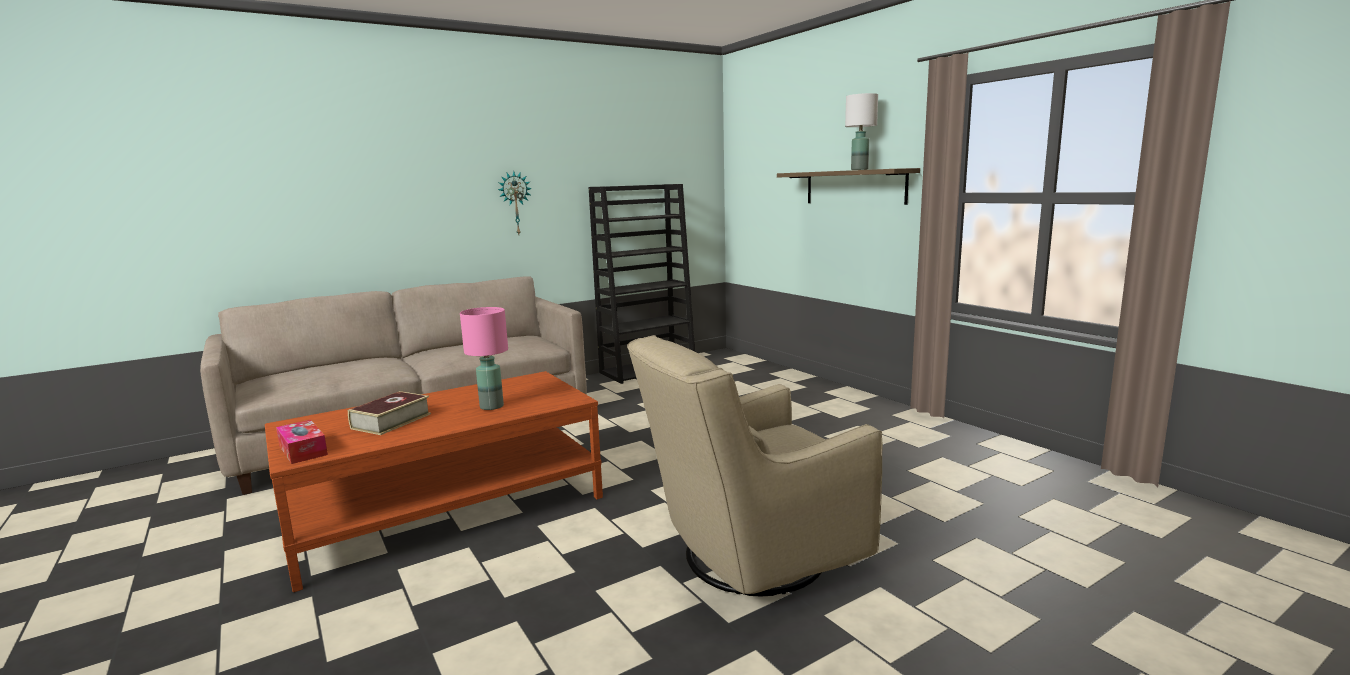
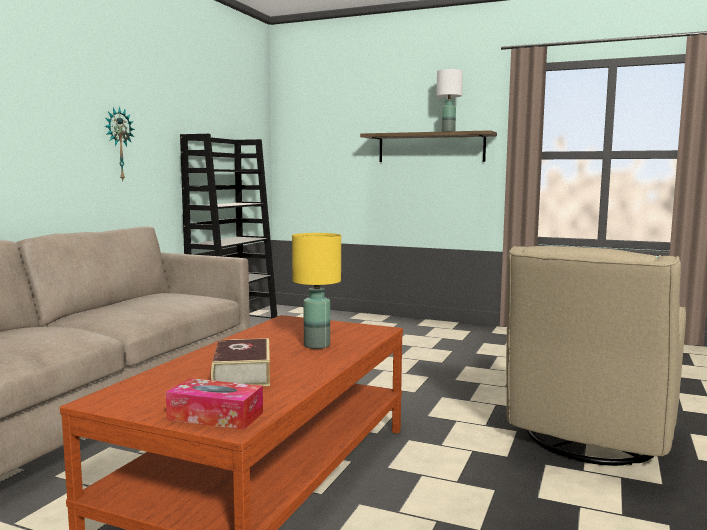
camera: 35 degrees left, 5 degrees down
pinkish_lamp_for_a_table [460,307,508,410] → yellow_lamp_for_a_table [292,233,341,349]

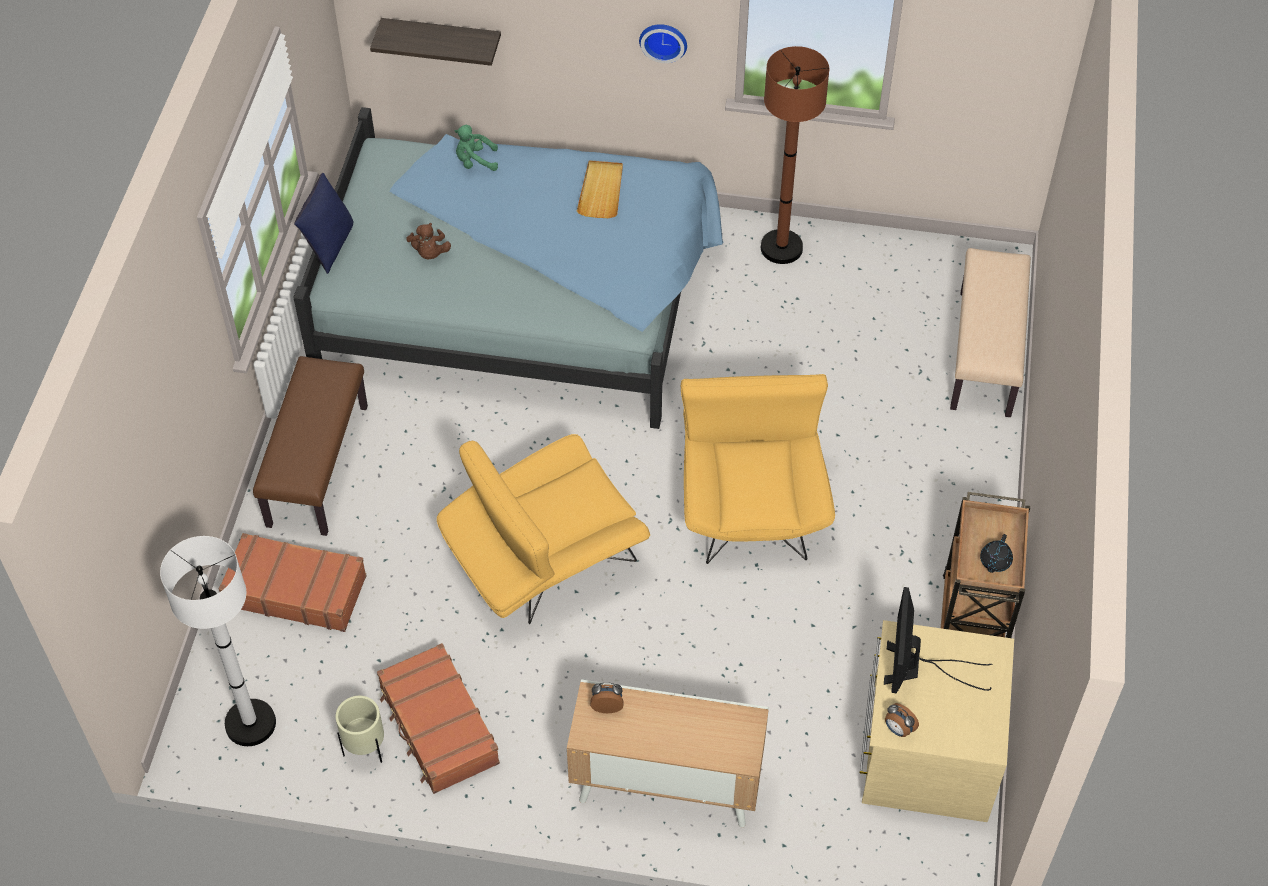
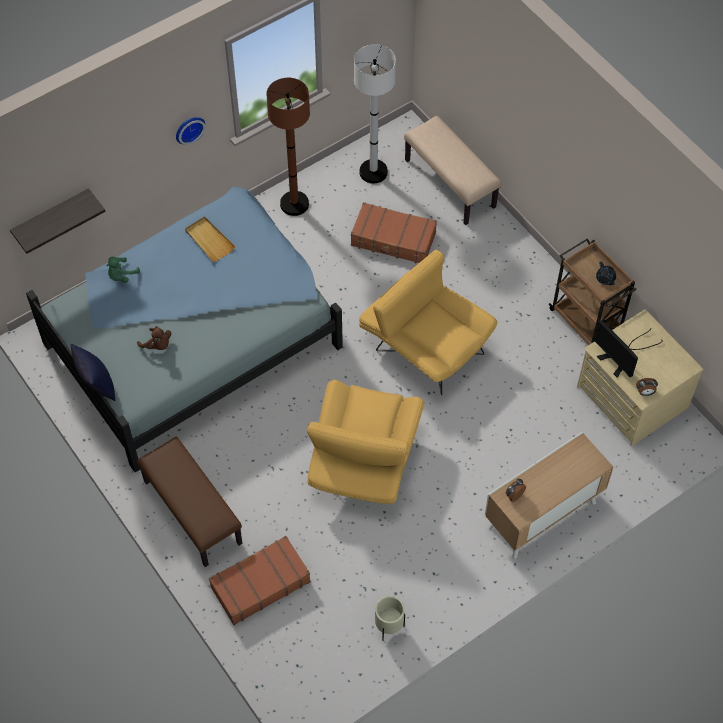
camera: 45 degrees left, 5 degrees up
white-coloured_standard_lamp [160,536,276,746] → white-coloured_standard_lamp [354,44,396,183], move
brown_travel_case [377,643,500,794] → brown_travel_case [351,202,437,264], move

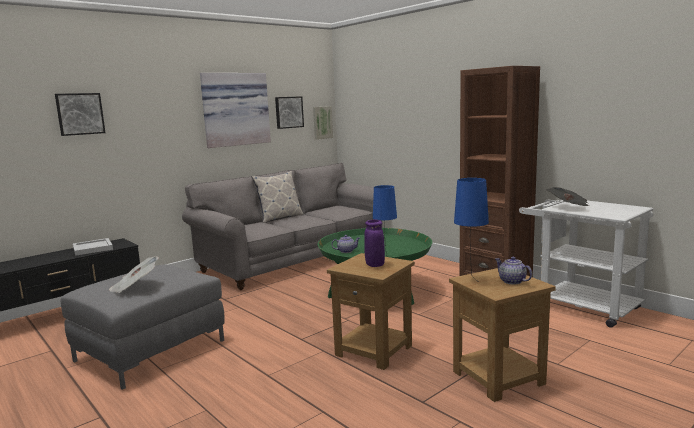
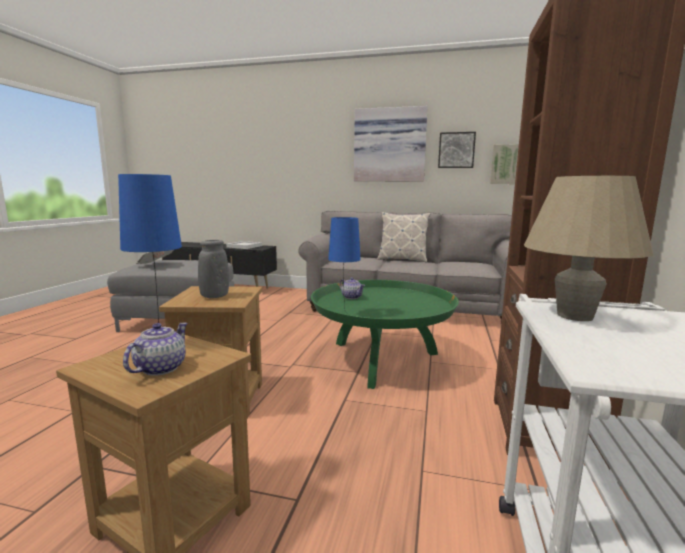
camera: 55 degrees right, 0 degrees up
wall_picture [55,93,106,136] → -
daily_paper [546,187,589,206] → beige_lamp_for_a_table [524,176,653,321]
purple_vase [364,220,385,267] → greyish_vase [198,240,229,298]

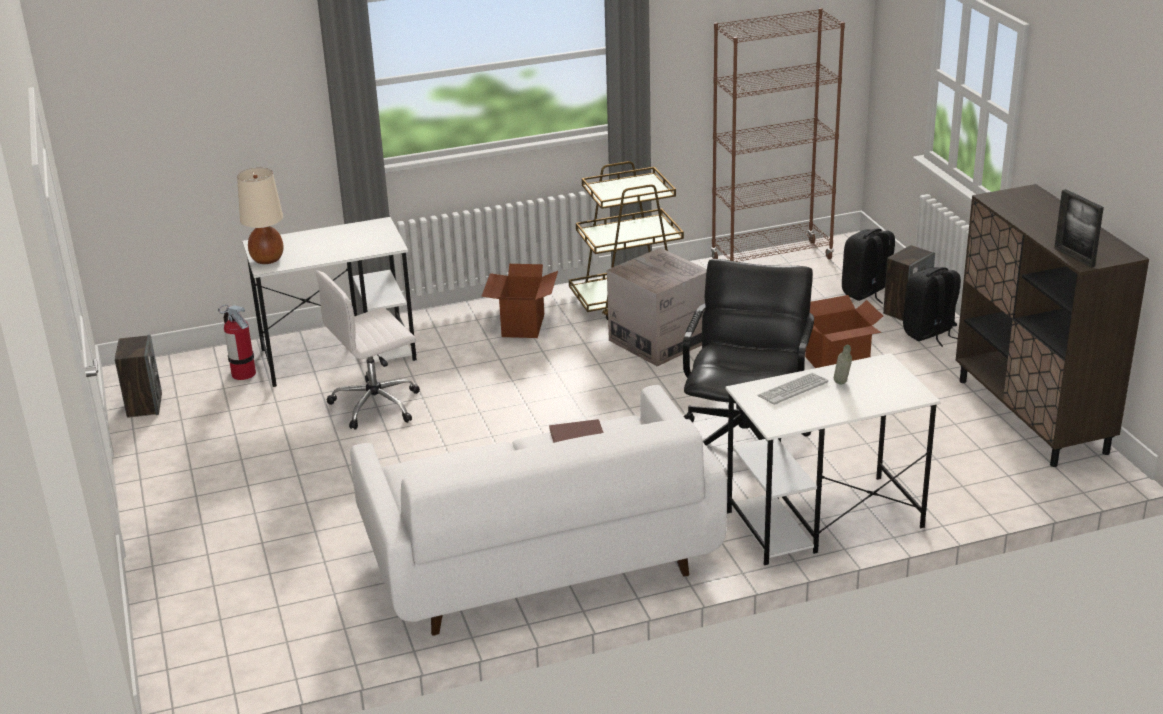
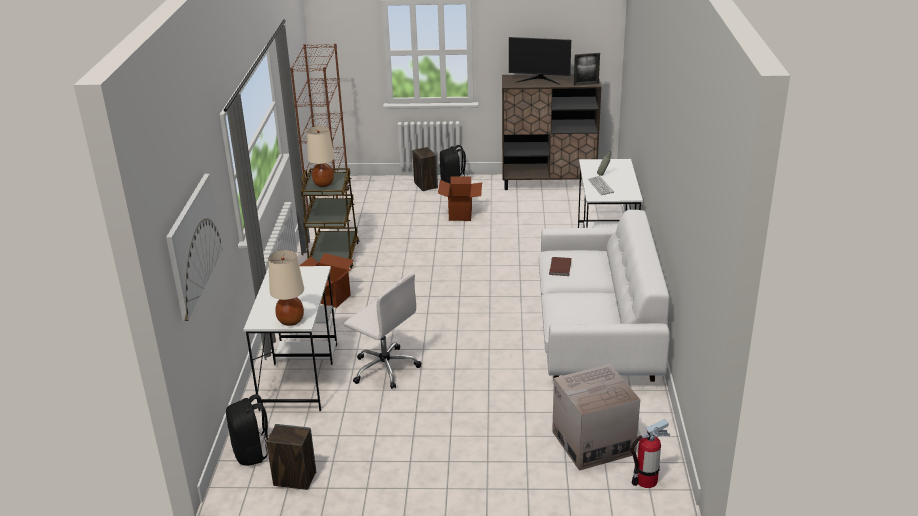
camera: 70 degrees left, 0 degrees up
blackish_knapsack [842,228,895,304] → blackish_knapsack [226,394,268,466], move
packing_box [607,248,707,366] → packing_box [552,364,640,471], move
blackish_desk_chair [683,259,814,446] → -
white-coloured_desk_chair [315,271,420,430] → white-coloured_desk_chair [344,274,421,389], 45 degrees counterclockwise
extinguisher [218,304,256,380] → extinguisher [630,419,670,488], move
- → computer_display [509,37,571,85]
- → beige_lamp_for_a_table [307,126,335,187]
- → wall_picture [166,174,222,321]

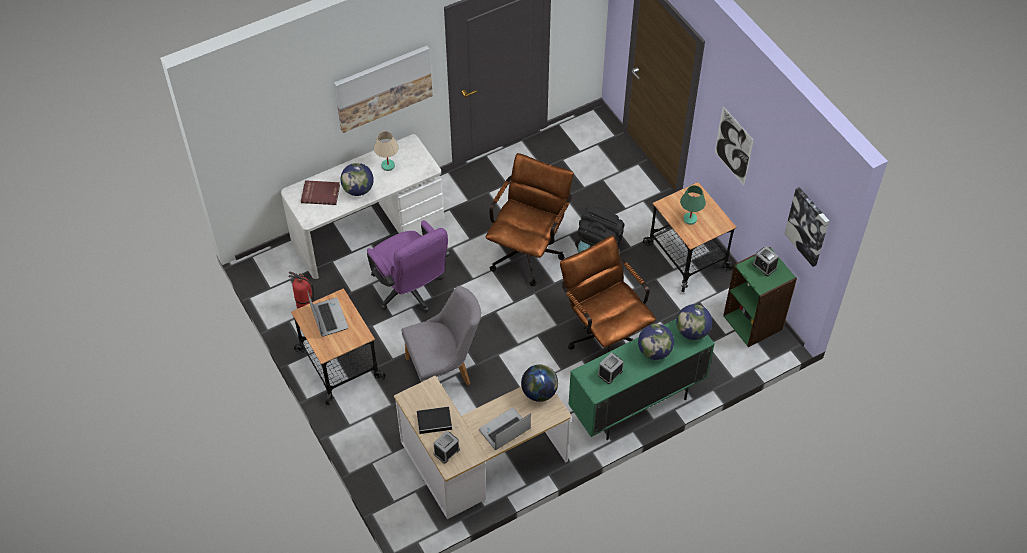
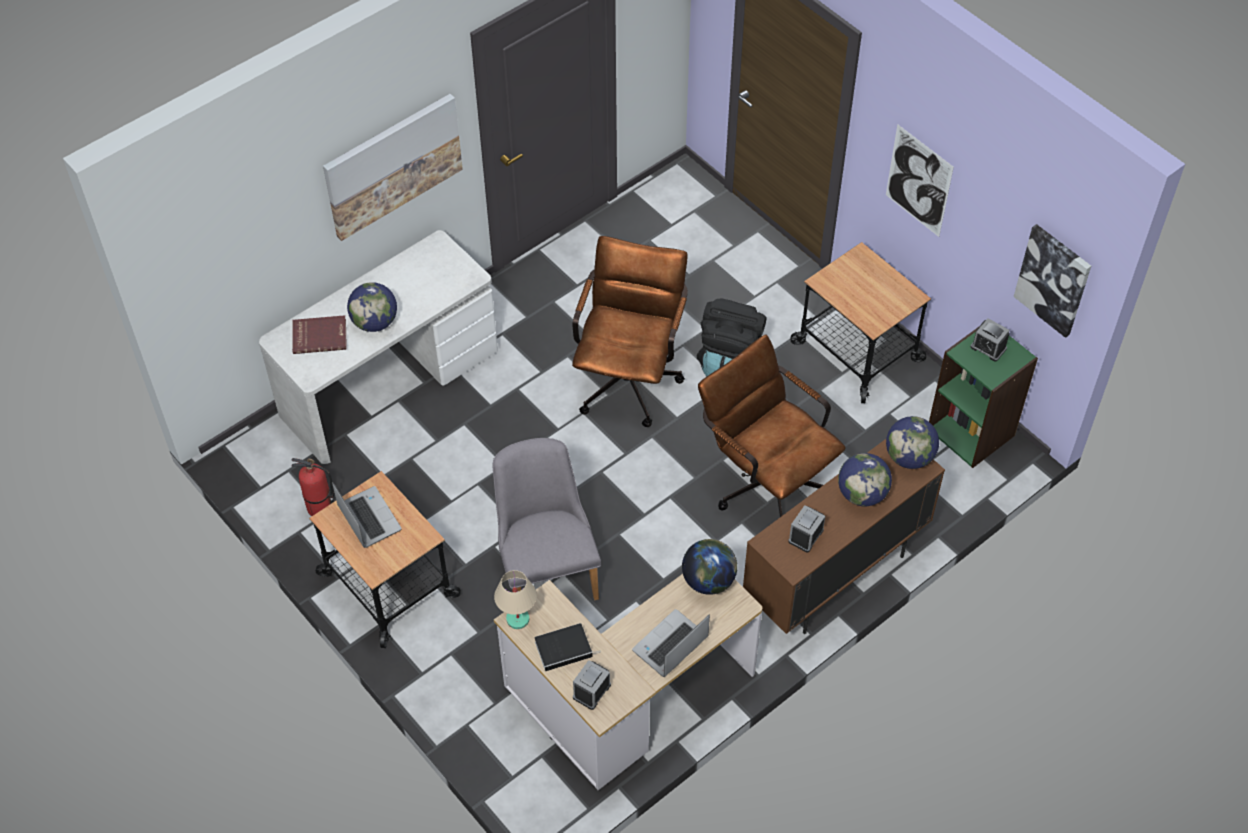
camera: 10 degrees left, 0 degrees up
beige_lamp_for_a_table [374,131,399,171] → beige_lamp_for_a_table [494,570,537,629], move
greenish_lamp_for_a_table [680,185,706,225] → -
purple_desk_chair [367,220,450,313] → -
greyish_upright_chair [402,286,481,386] → greyish_upright_chair [492,438,601,601], 75 degrees counterclockwise
greenish_cupboard [568,319,715,440] → brown_cupboard [743,439,945,634]

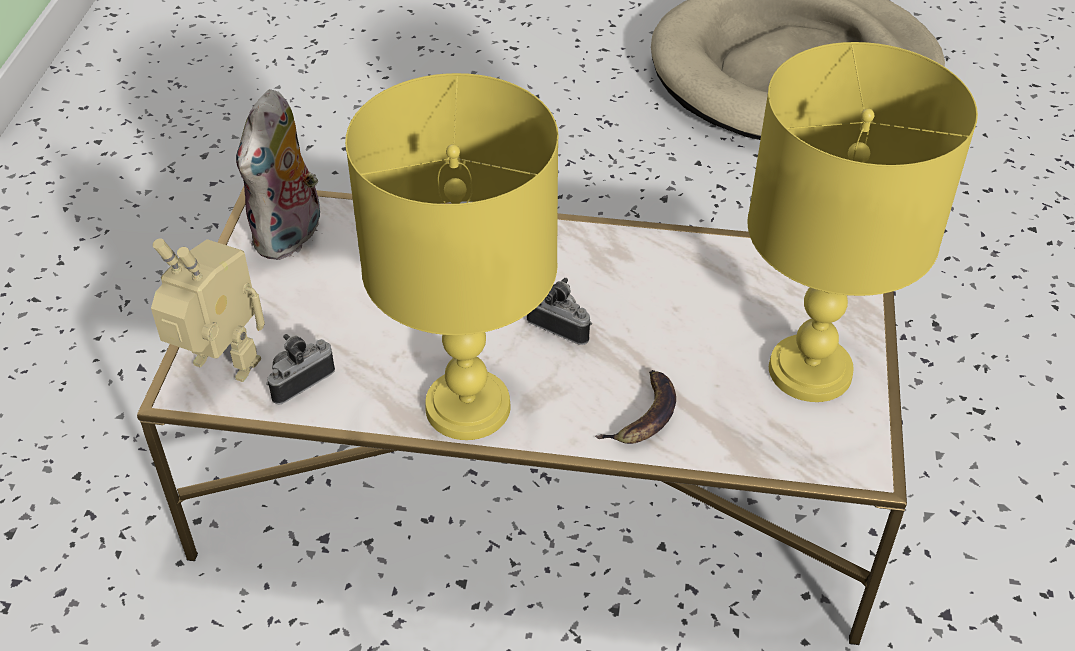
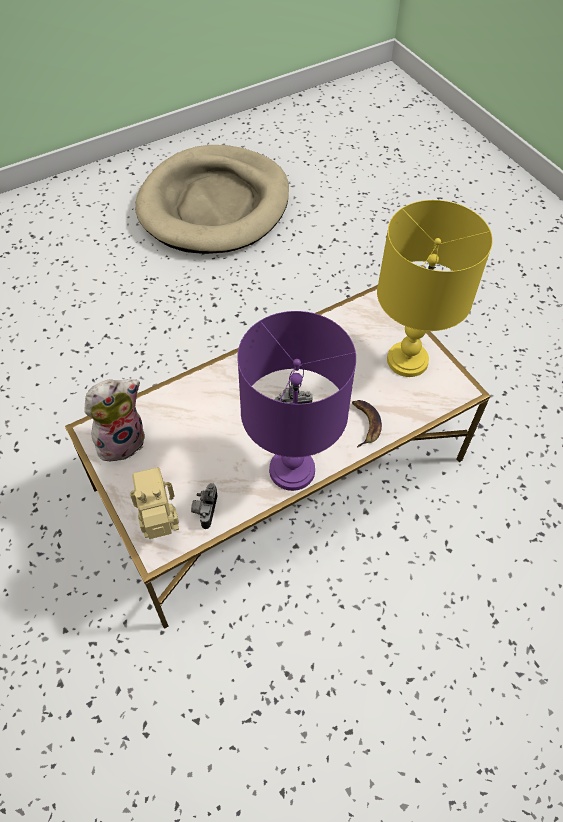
camera: 40 degrees left, 10 degrees up
yellow_lamp_for_a_table [345,73,559,440] → purple_lamp_for_a_table [237,311,356,491]
plush_toy [236,89,323,260] → plush_toy [84,379,145,461], 105 degrees counterclockwise

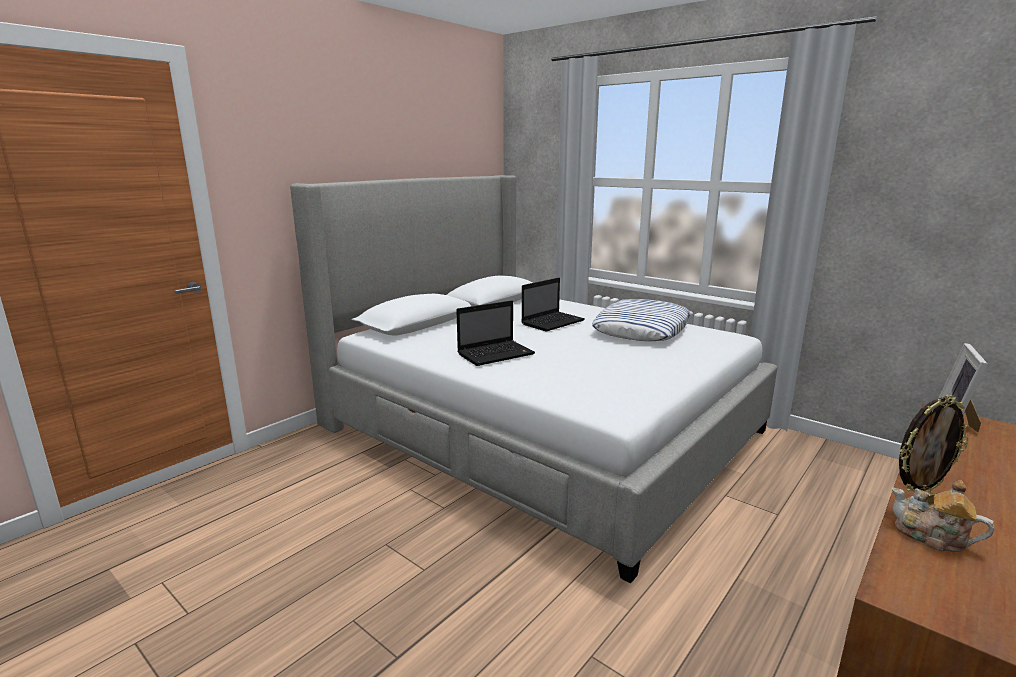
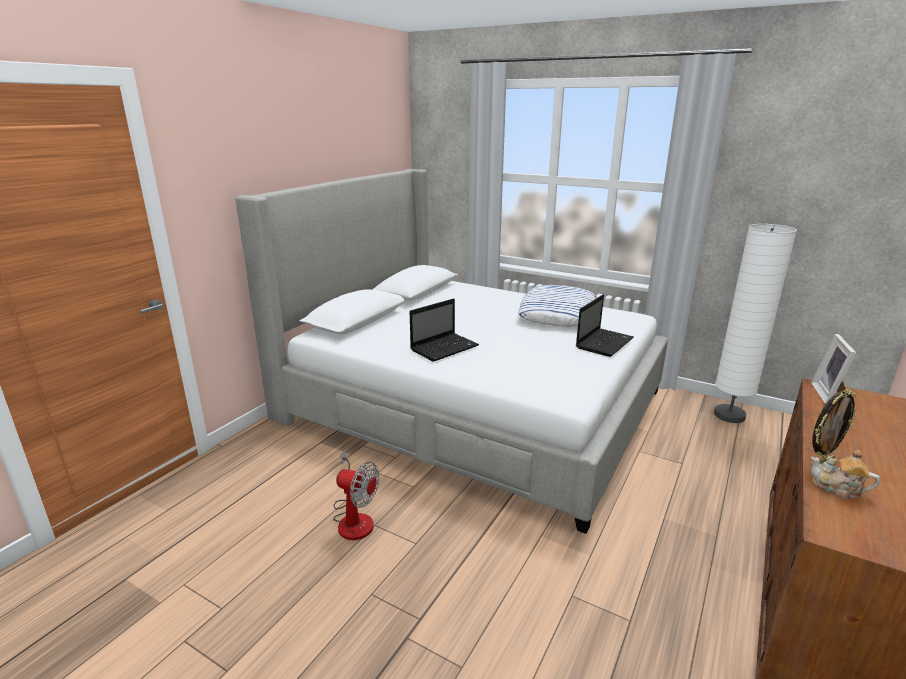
camera: 10 degrees left, 5 degrees up
portable_computer [521,278,585,332] → portable_computer [576,294,634,357], move
- → white-coloured_standard_lamp [714,224,797,423]
- → cooling_fan [333,450,379,540]

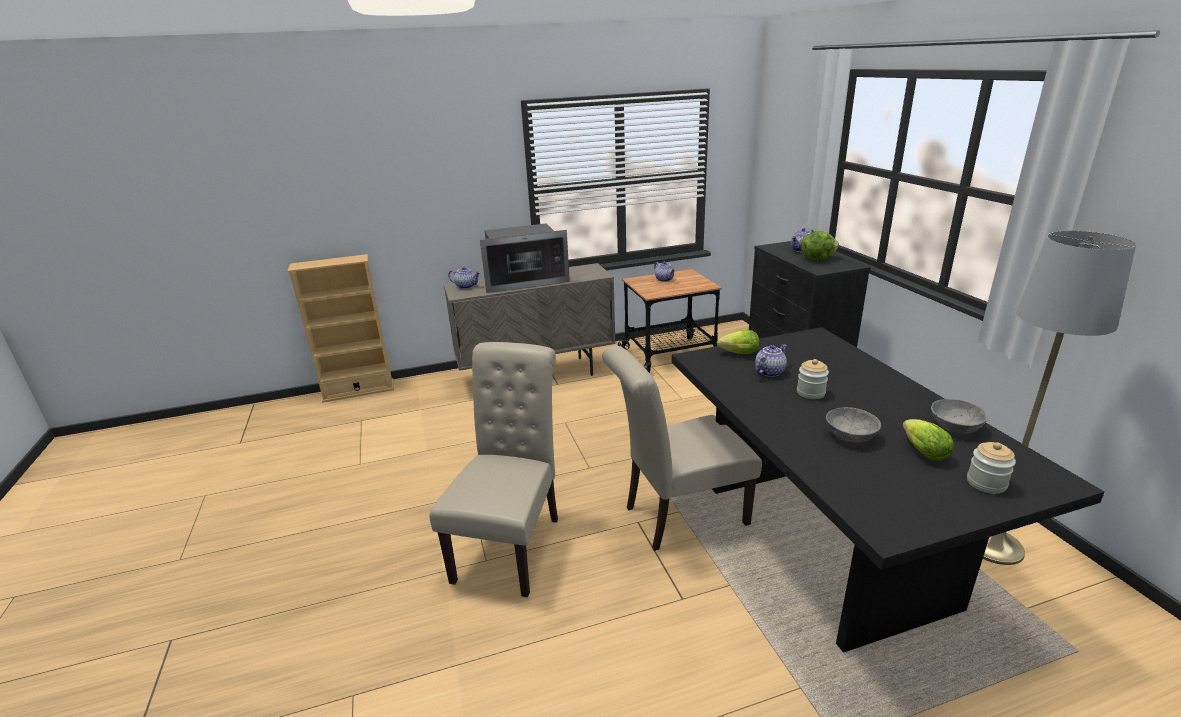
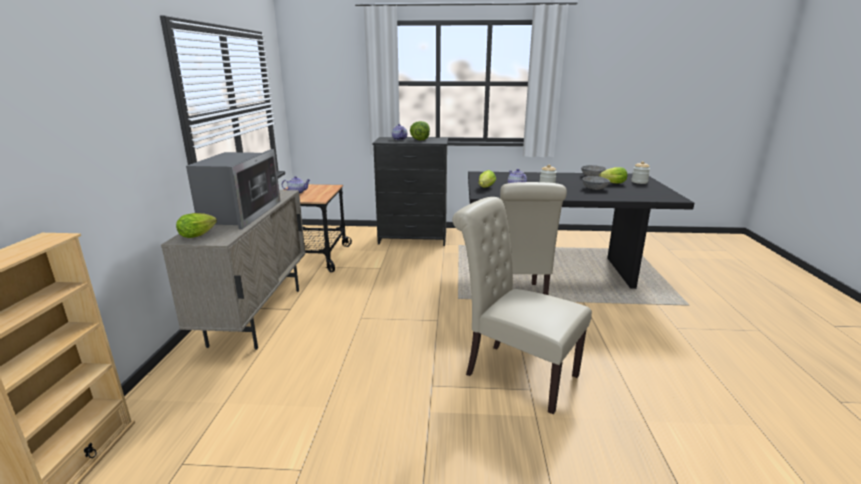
camera: 70 degrees left, 5 degrees down
greyish_standard_lamp [983,231,1136,565] → -
pot_for_tea [448,267,481,289] → head_of_lettuce [176,213,217,238]

